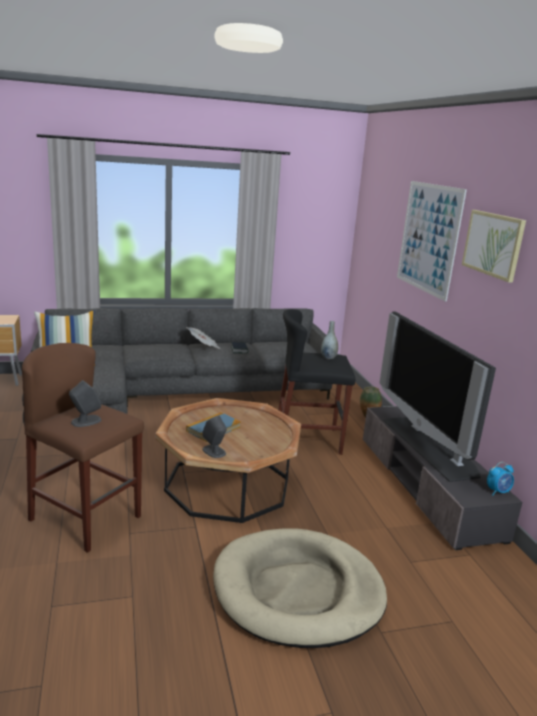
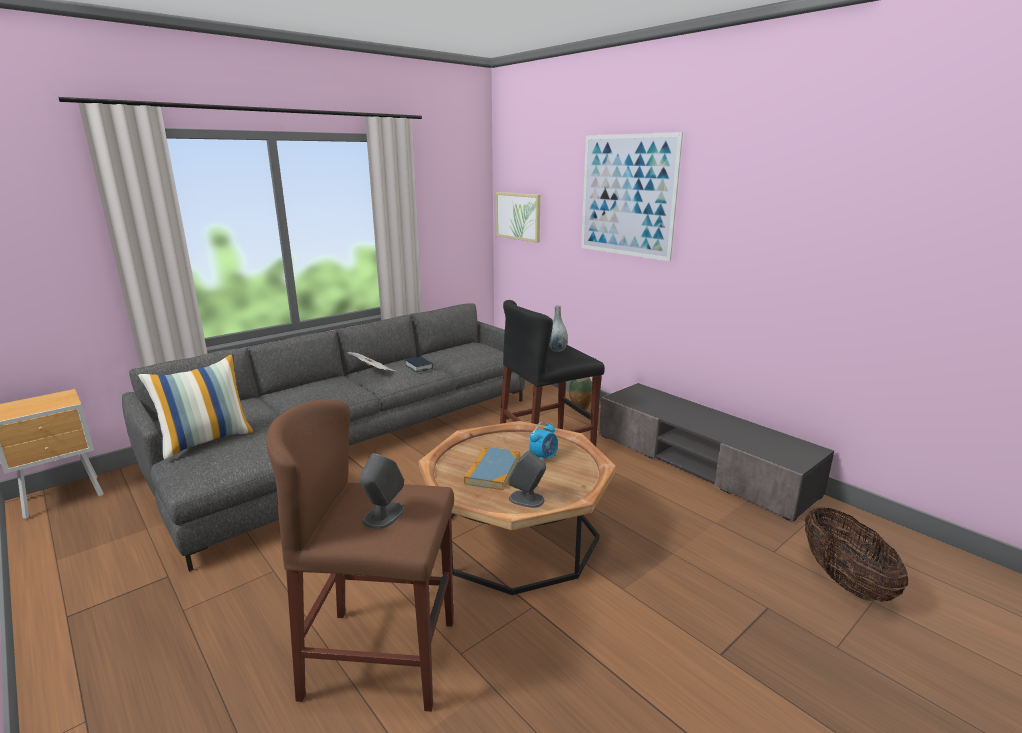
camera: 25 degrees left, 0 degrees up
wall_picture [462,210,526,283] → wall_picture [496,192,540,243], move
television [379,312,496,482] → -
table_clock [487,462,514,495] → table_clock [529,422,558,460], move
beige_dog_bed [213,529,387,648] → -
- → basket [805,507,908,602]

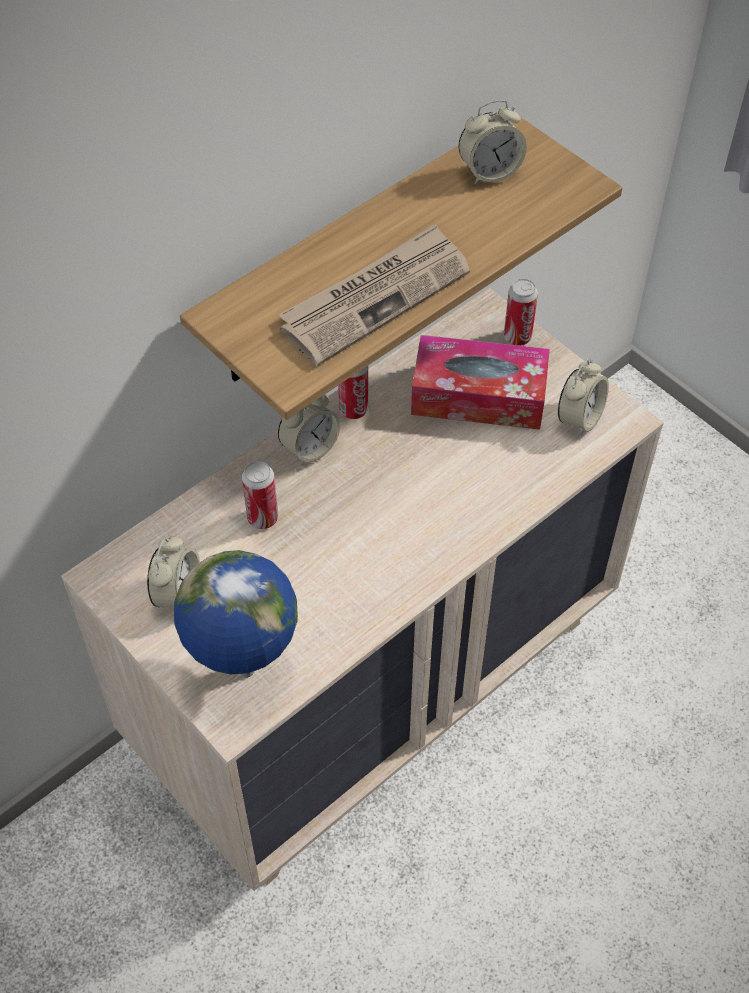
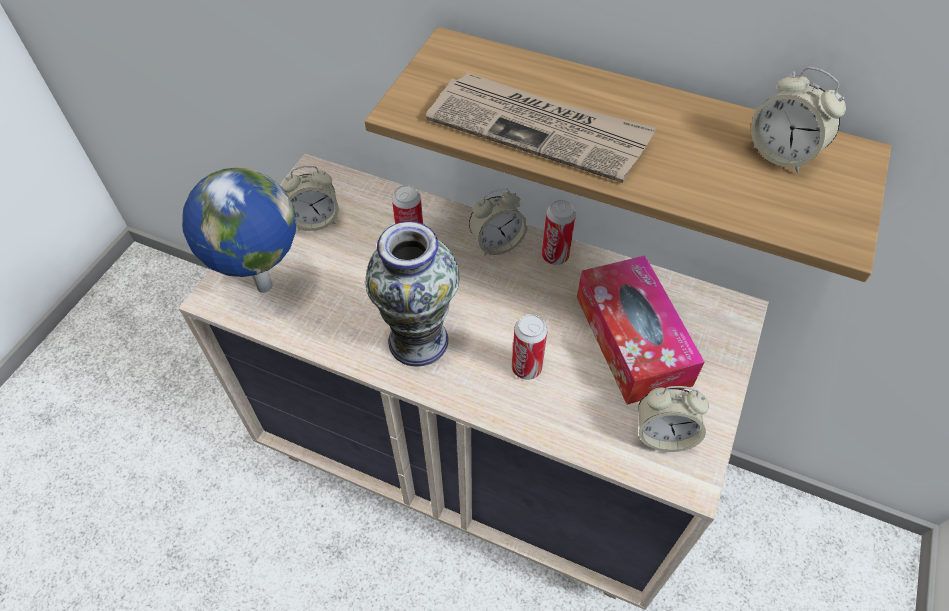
camera: 65 degrees right, 0 degrees up
can [504,279,538,346] → can [512,314,548,380], move
table_clock [278,395,340,466] → table_clock [469,188,528,256], 45 degrees counterclockwise
- → vase [365,222,460,367]

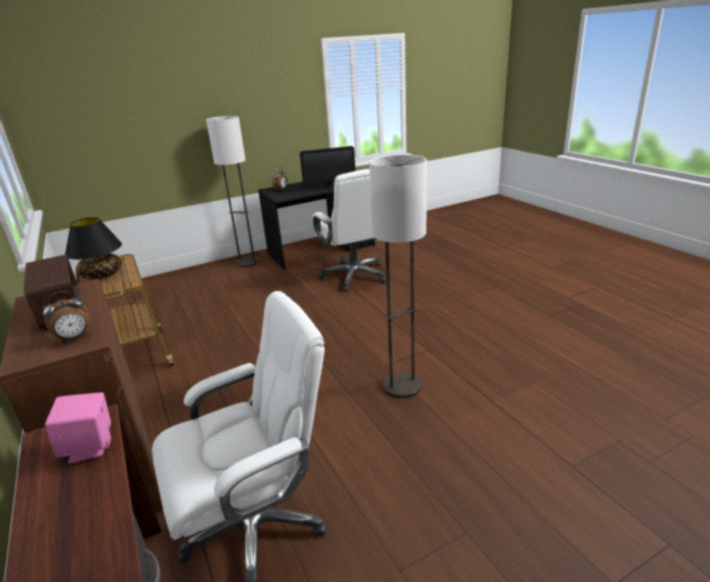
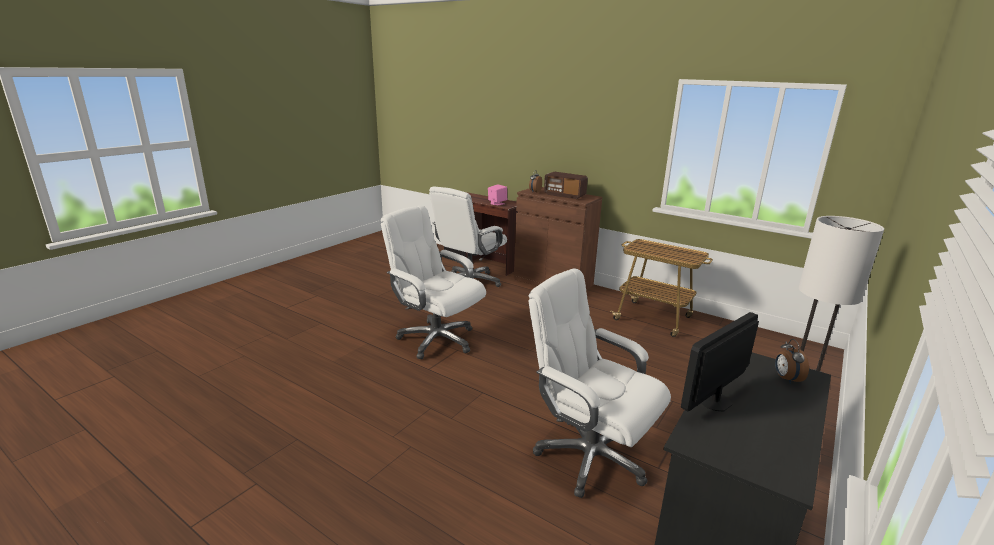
camera: 150 degrees right, 5 degrees down
standard_lamp [369,154,427,398] → white-coloured_desk_chair [381,206,486,359]
blackish_lamp_for_a_table [65,217,122,280] → -

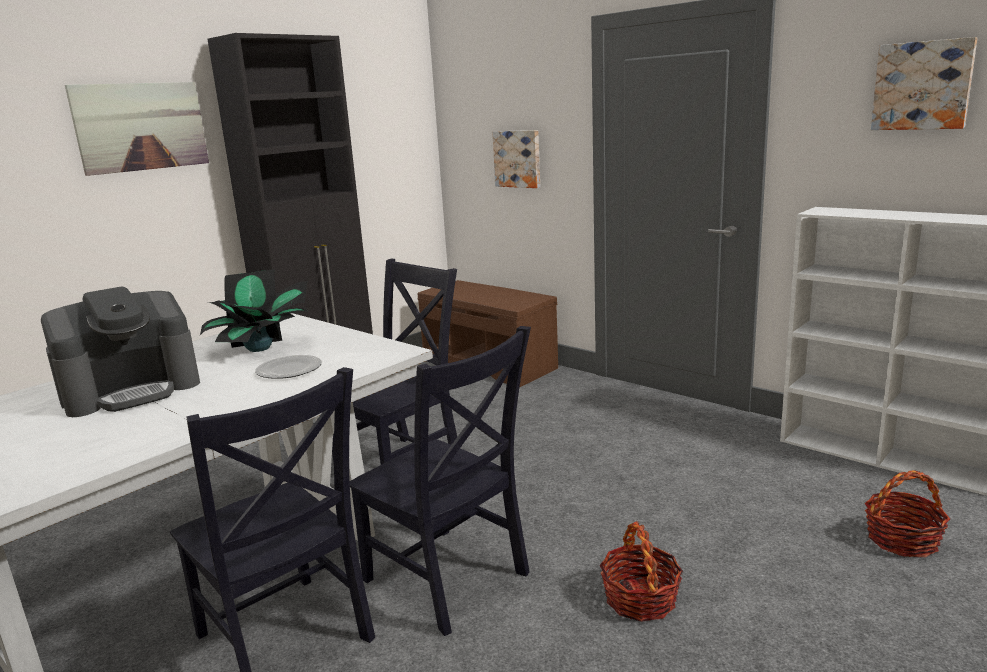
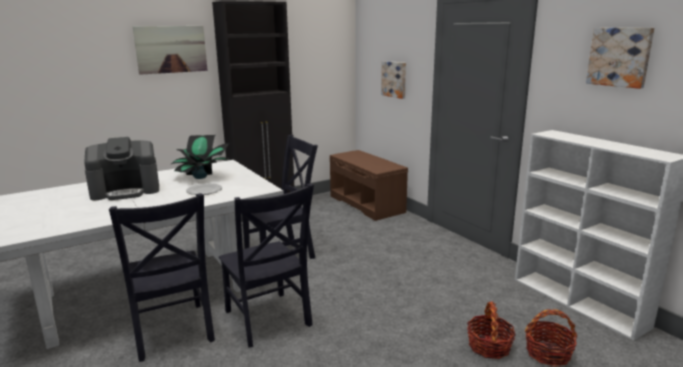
camera: 15 degrees right, 0 degrees up
basket [599,521,683,622] → basket [467,301,516,359], move

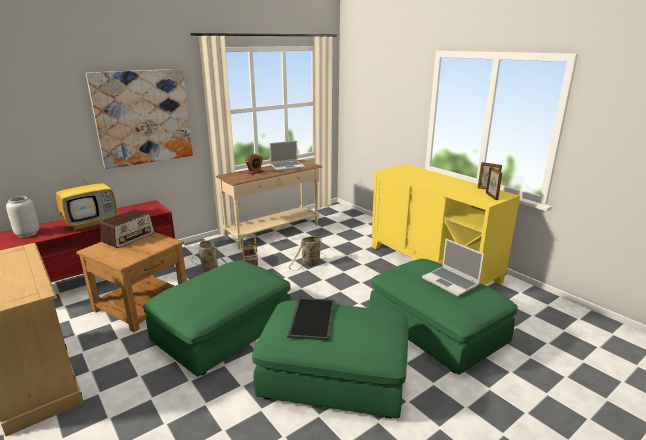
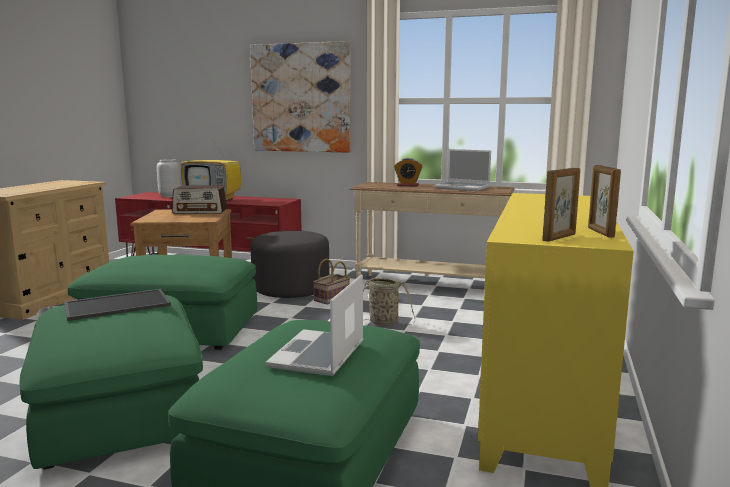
camera: 55 degrees right, 10 degrees down
basket [192,241,227,272] → greyish_footrest [251,231,329,298]

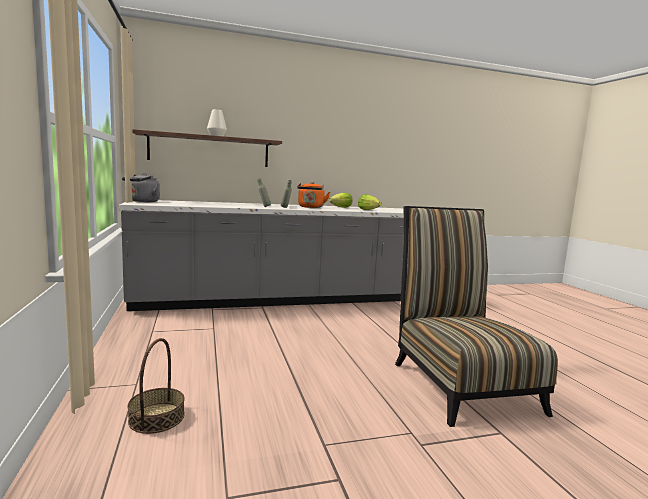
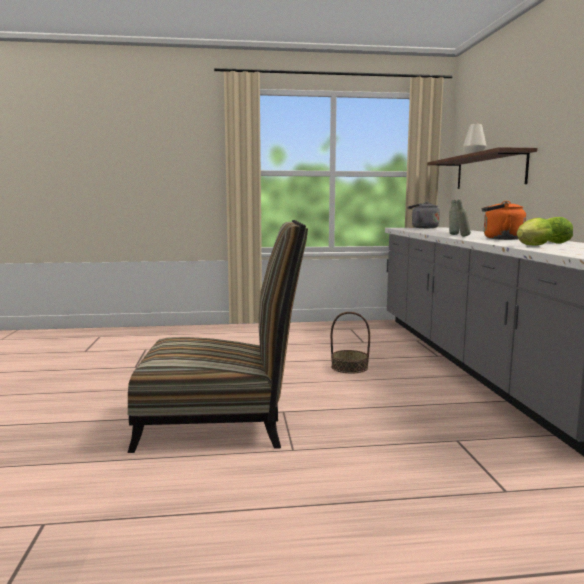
camera: 100 degrees right, 0 degrees up
basket [128,338,185,434] → basket [331,312,370,373], move

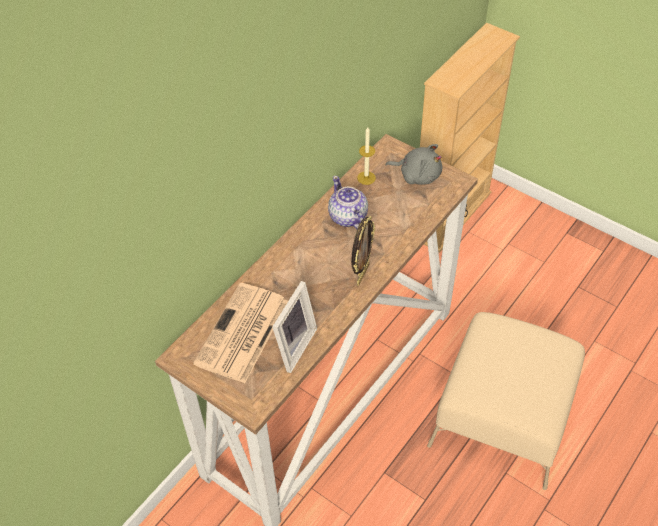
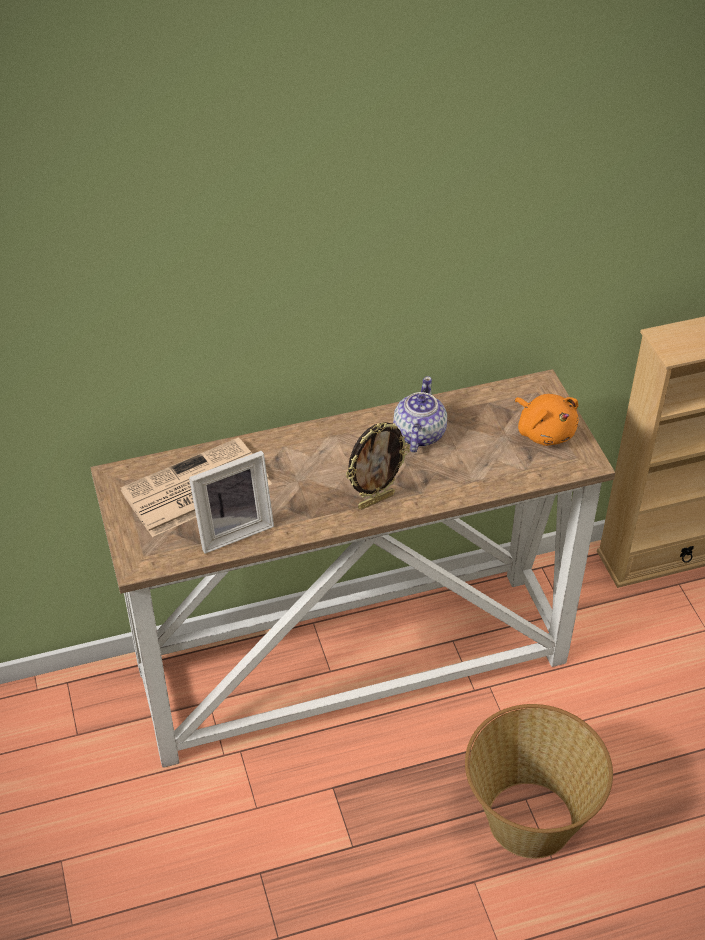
camera: 35 degrees right, 5 degrees down
wax_candle [357,127,376,185] → -
greyish_plush_toy [385,144,442,185] → orangey_plush_toy [515,394,579,446]
beige_footrest [427,312,585,490] → basket [465,704,613,859]

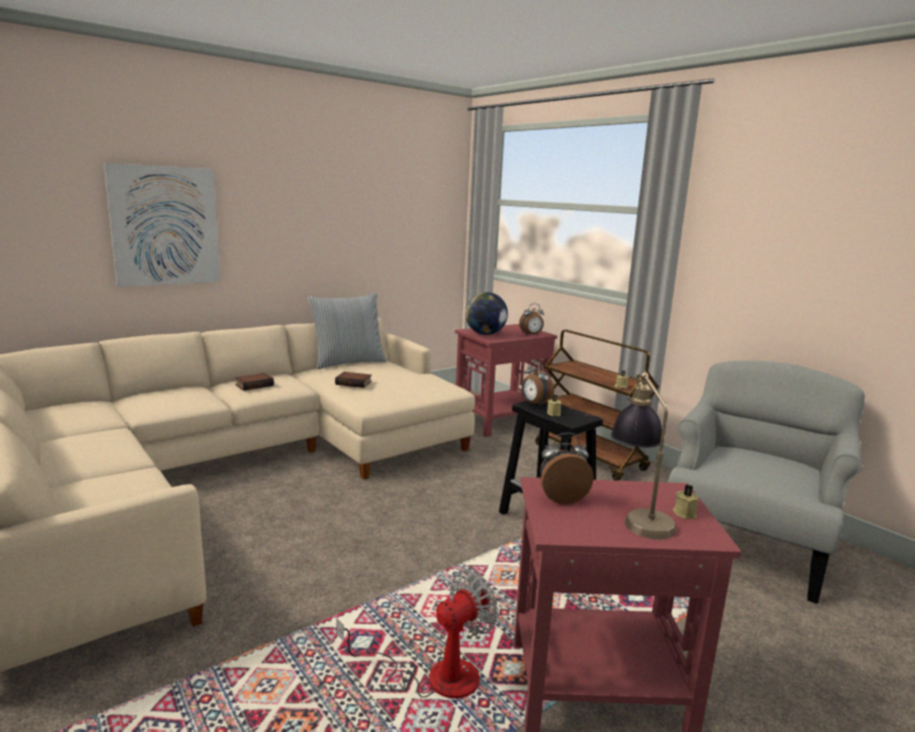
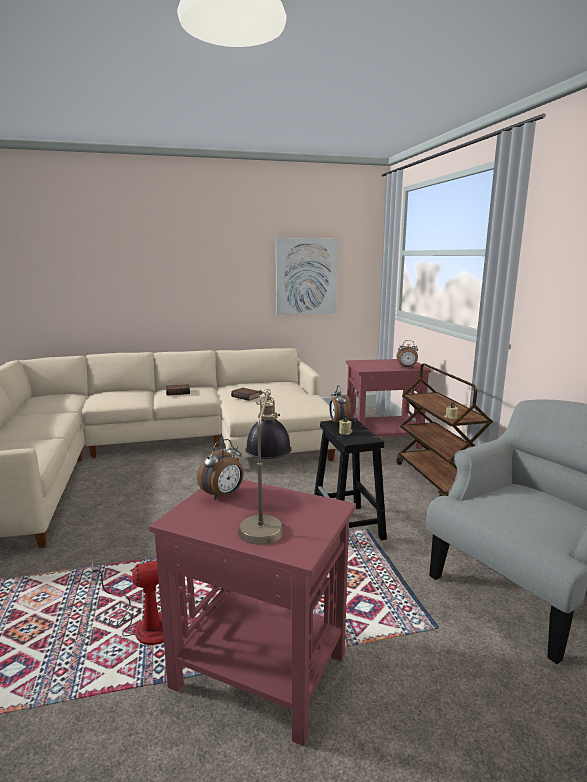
camera: 25 degrees right, 0 degrees up
wall_picture [104,163,220,287] → wall_picture [276,238,338,315], move
globe [465,292,508,335] → -
throw_pillow [308,293,387,369] → -
table_clock [540,433,593,504] → table_clock [197,439,244,500], 120 degrees clockwise
beige_wax_candle [673,485,698,520] → -

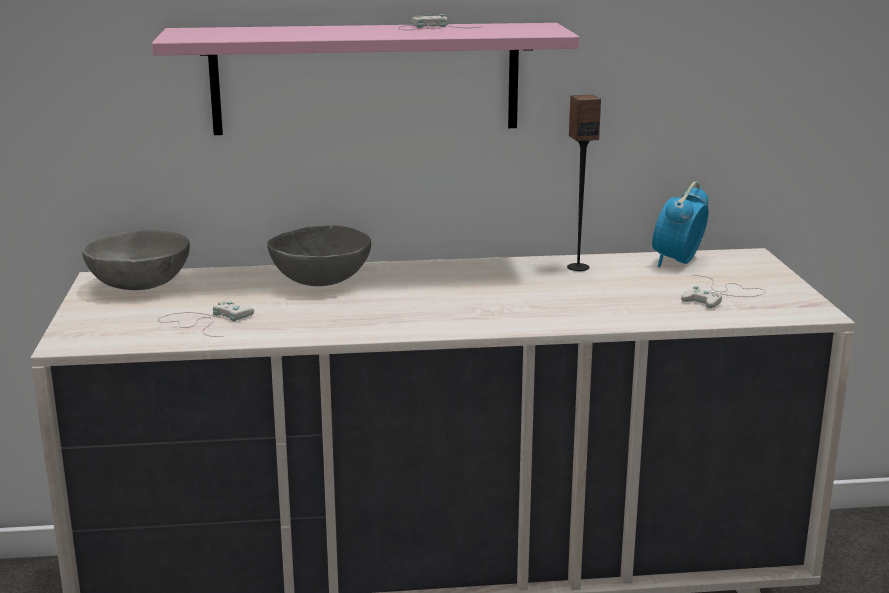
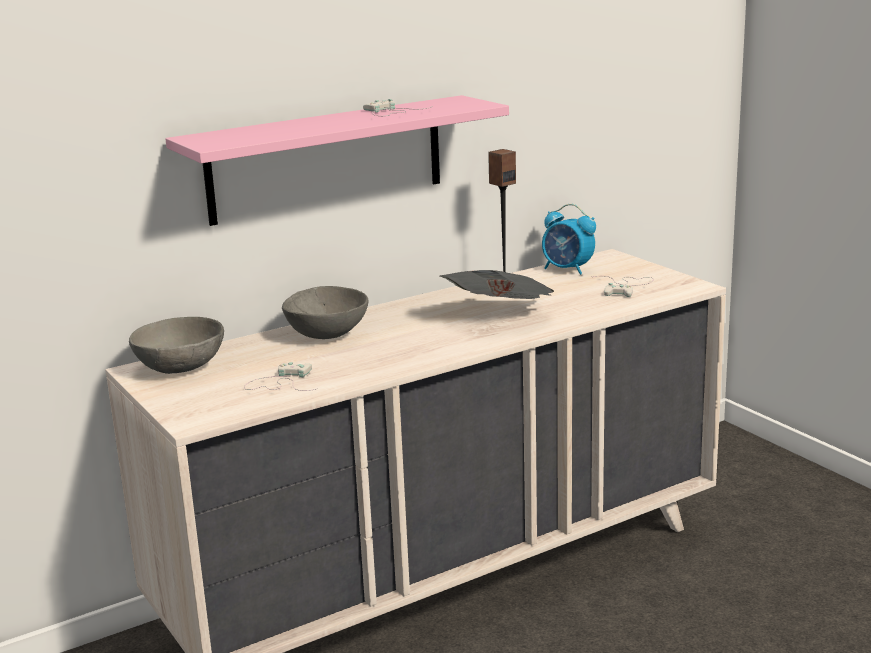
camera: 25 degrees left, 0 degrees up
table_clock [652,181,709,267] → table_clock [542,204,596,275], 60 degrees counterclockwise
- → daily_paper [440,270,554,299]

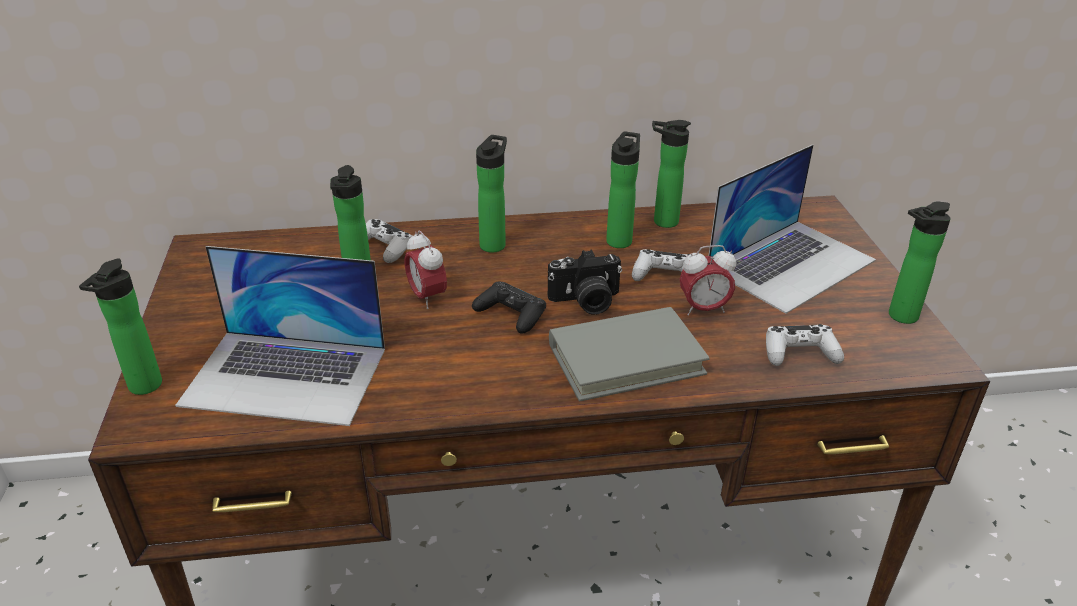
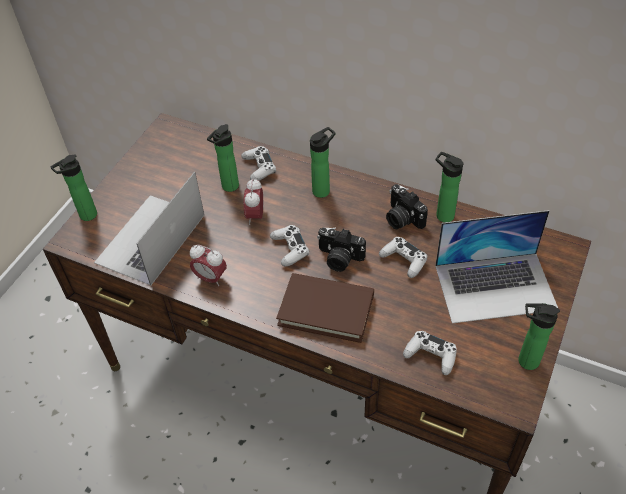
camera: 35 degrees right, 15 degrees up
drink_bottle [606,132,640,248] → still_camera [386,184,428,230]
table_clock [680,245,736,316] → table_clock [190,245,227,286], move
portable_computer [175,246,385,426] → portable_computer [94,172,204,286], 75 degrees clockwise
blackish_joypad [472,282,546,334] → white-coloured_joypad [270,225,309,266]
greyish_bound_book [549,307,710,401] → brown_bound_book [276,273,374,343]

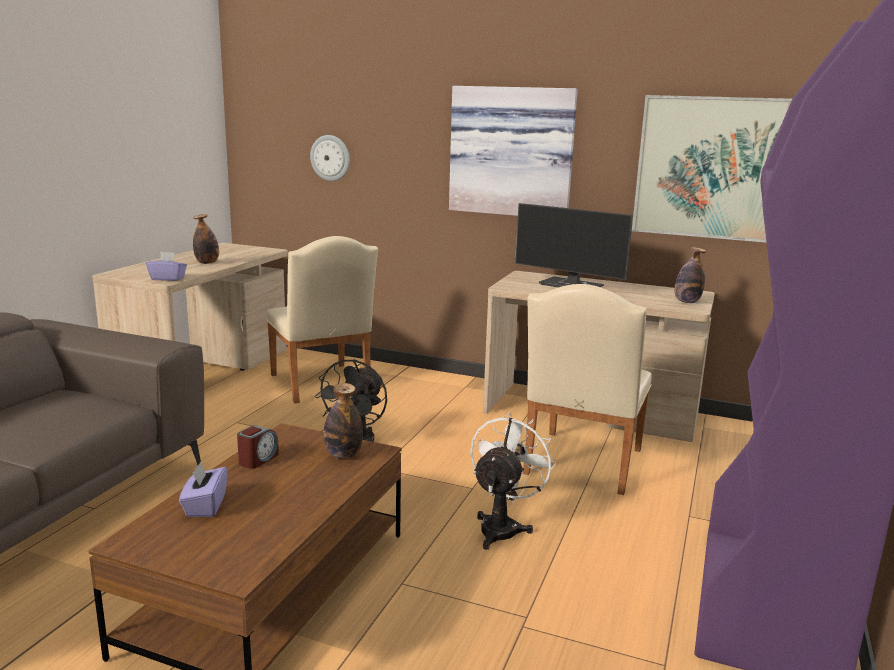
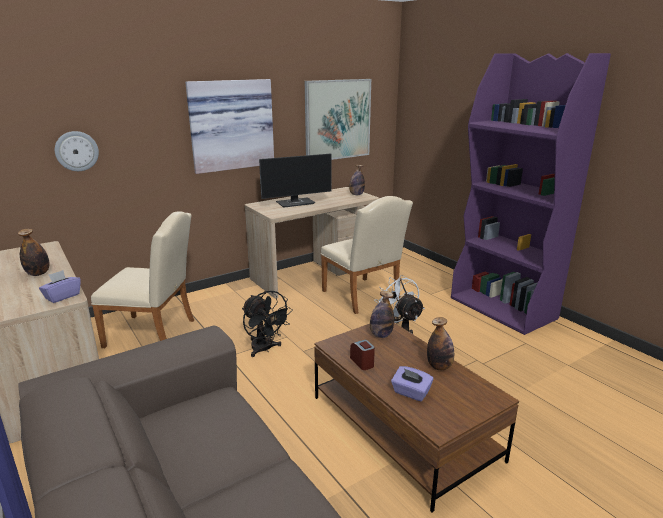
camera: 55 degrees left, 5 degrees up
- → drink_bottle [427,317,454,370]

